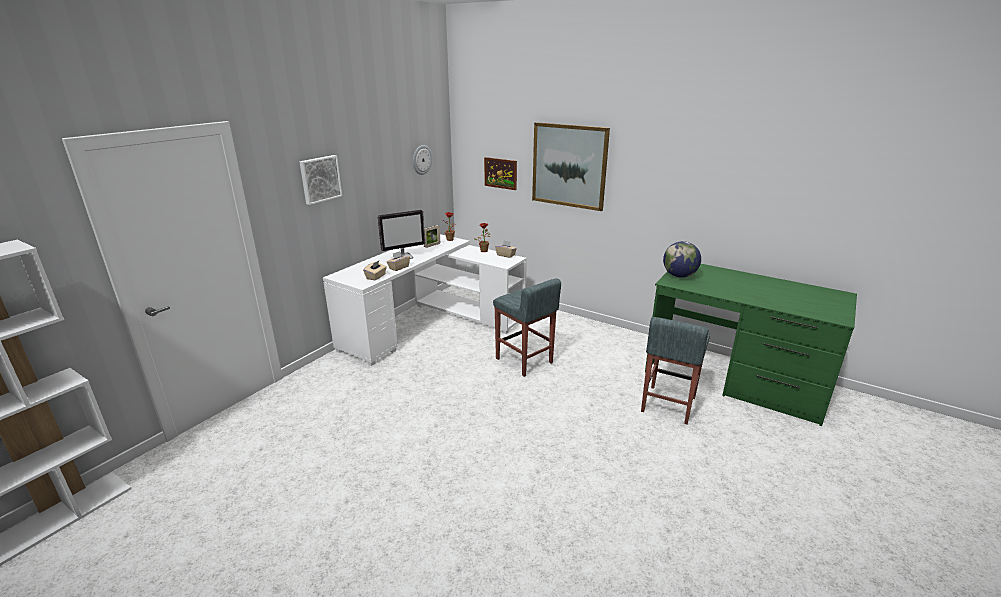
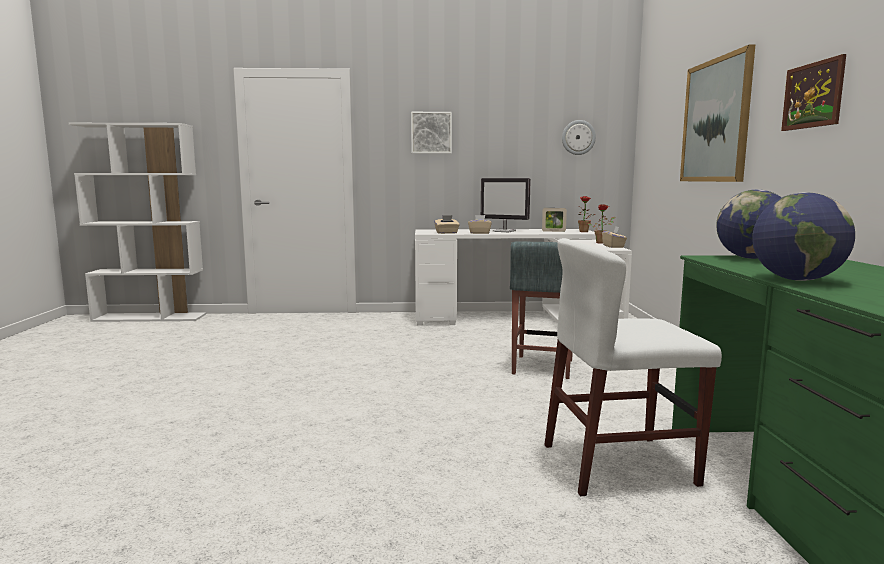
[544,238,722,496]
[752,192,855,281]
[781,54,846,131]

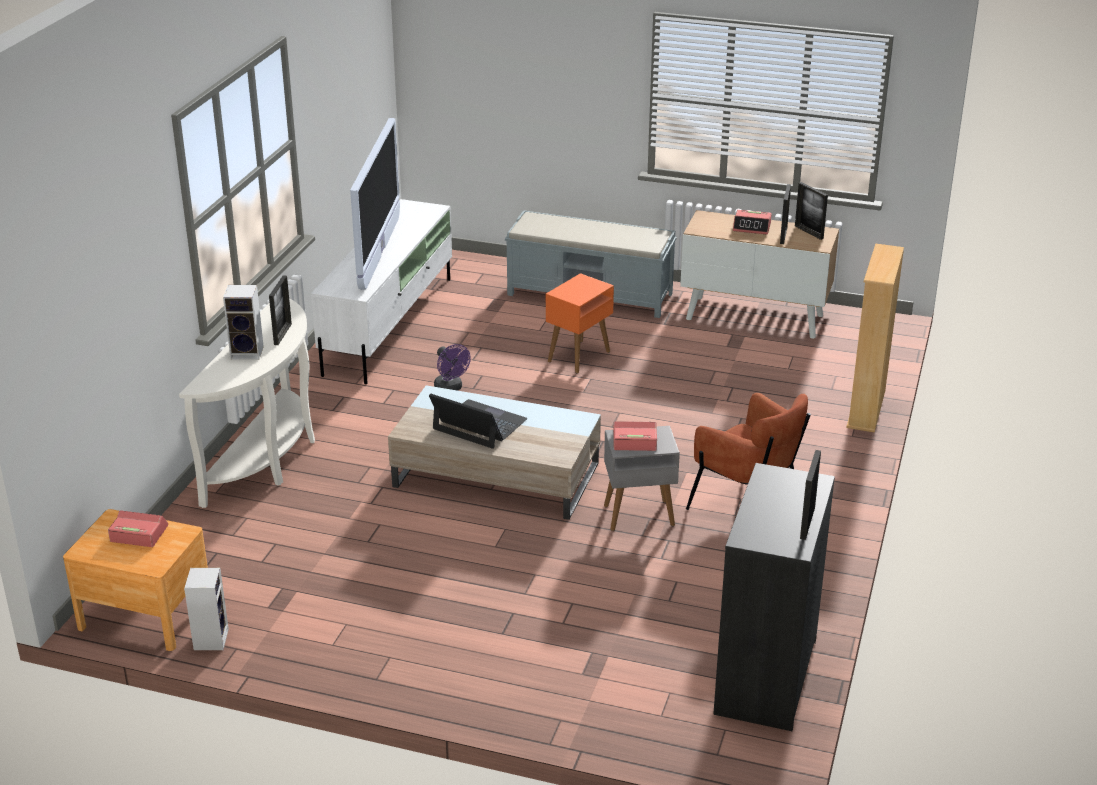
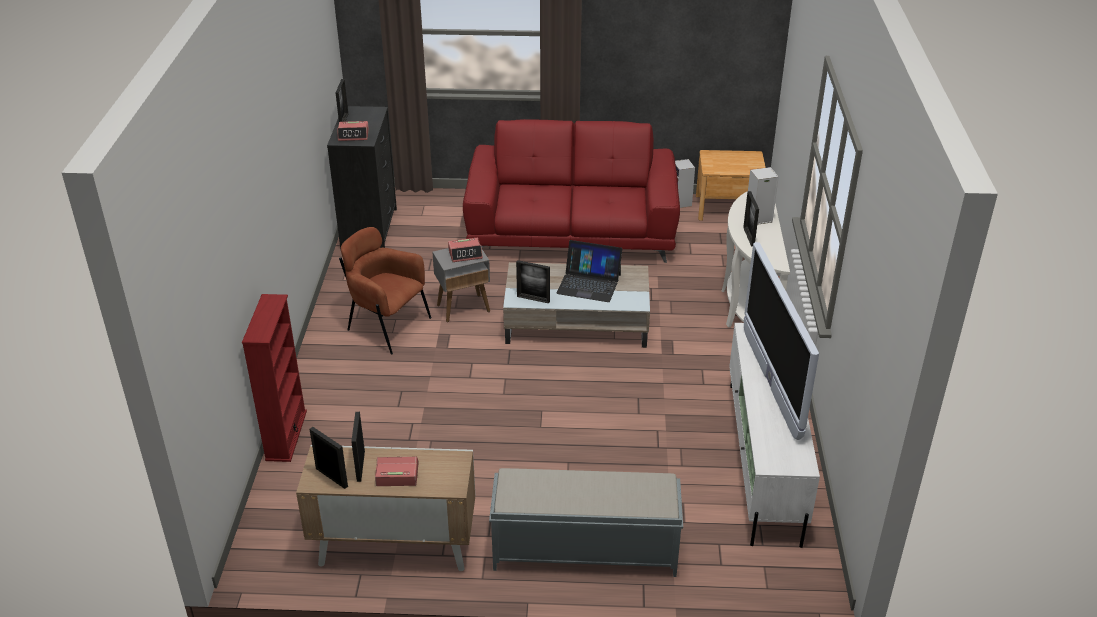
[242,294,307,462]
[337,121,369,141]
[463,119,680,263]
[516,260,550,303]
[434,344,471,391] (first image)
[546,273,614,373] (first image)

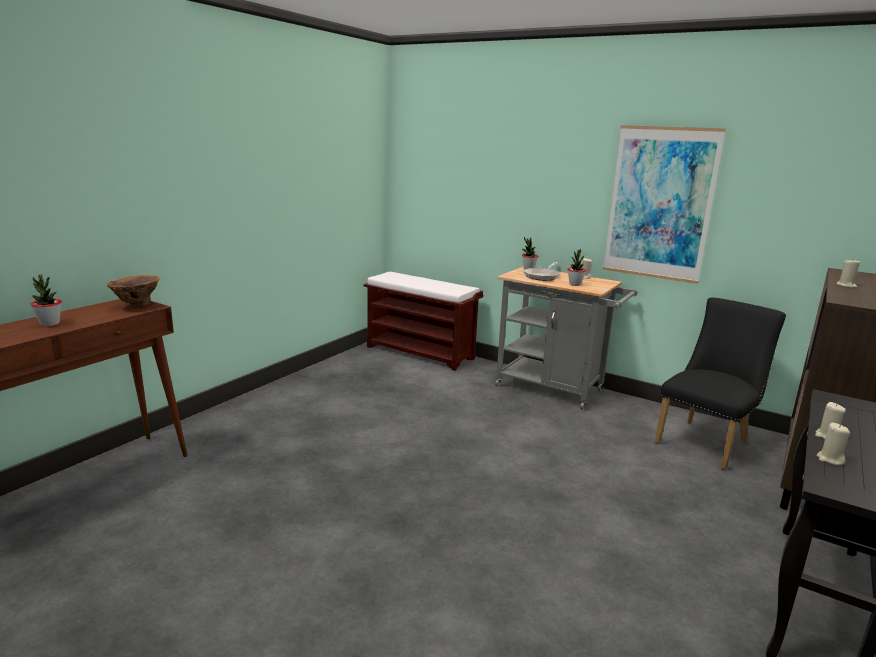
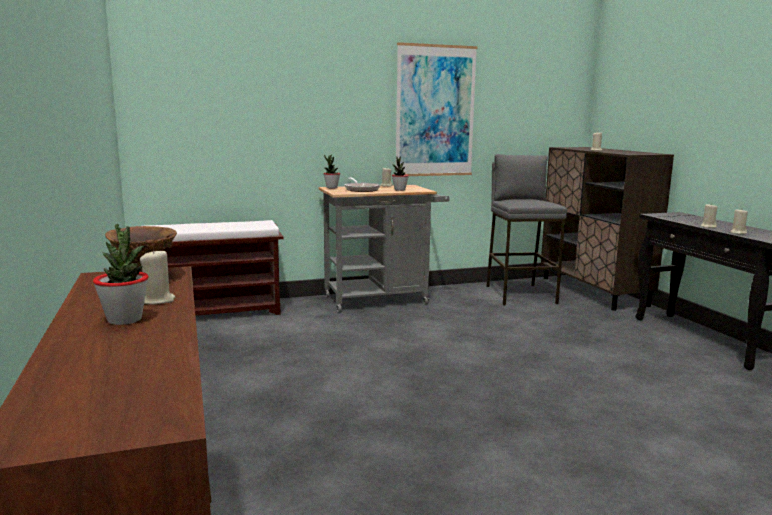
[140,249,176,305]
[487,154,567,305]

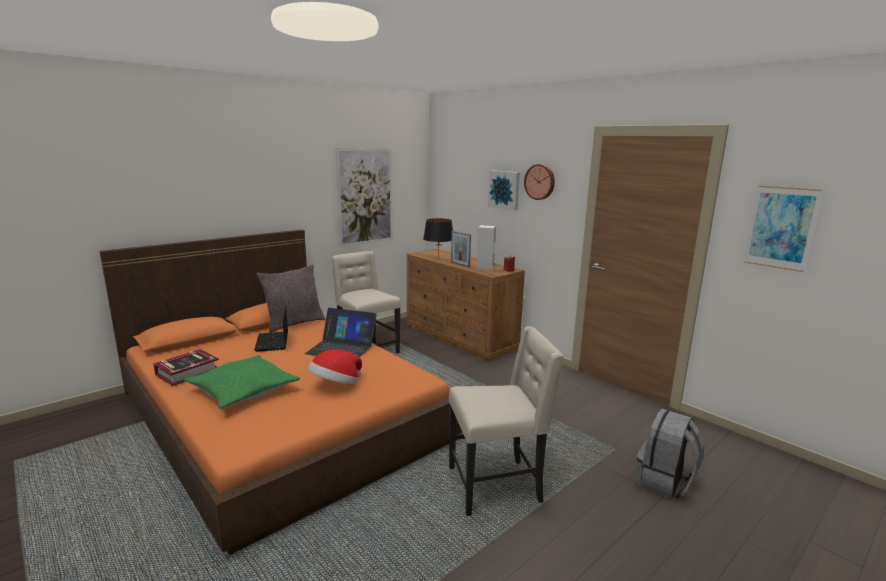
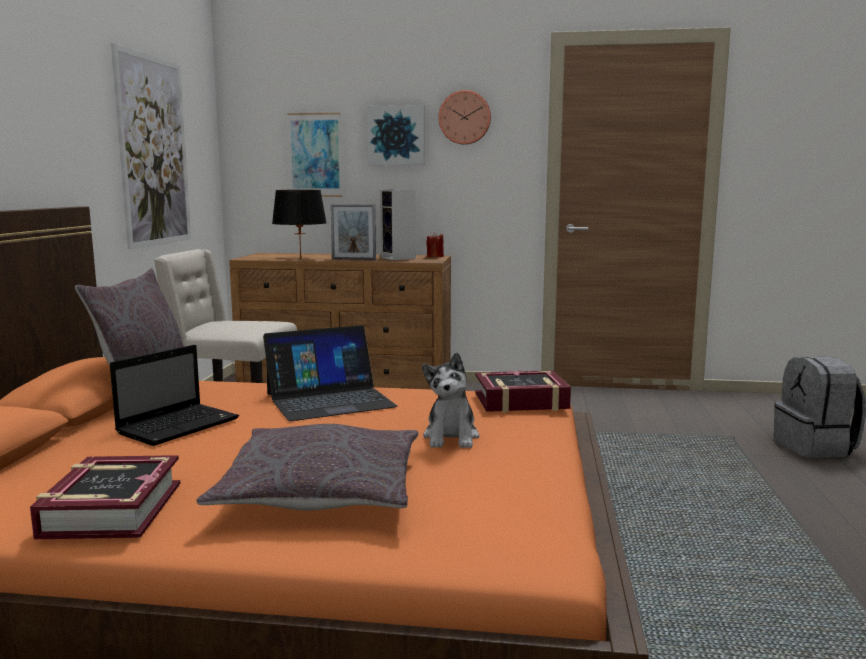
[110,345,239,446]
[196,424,418,510]
[287,113,343,197]
[422,353,480,448]
[475,370,571,412]
[448,326,563,516] (first image)

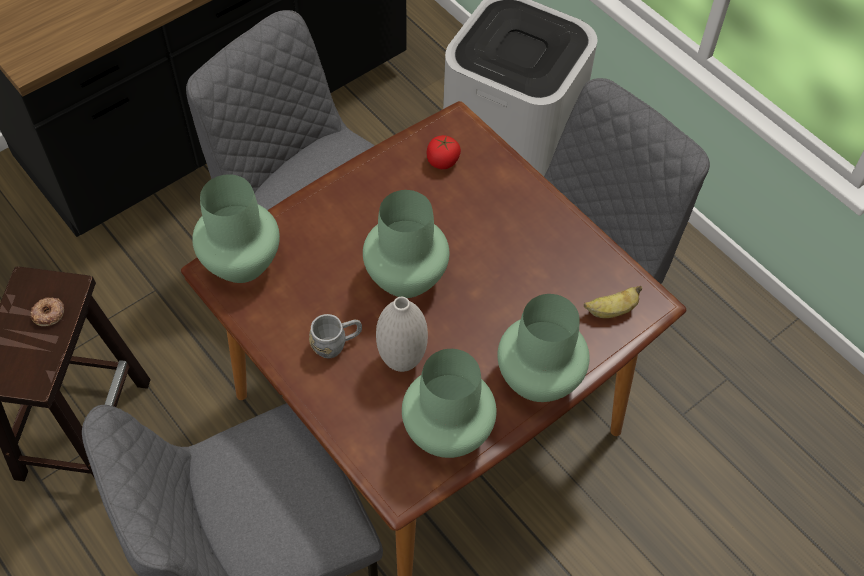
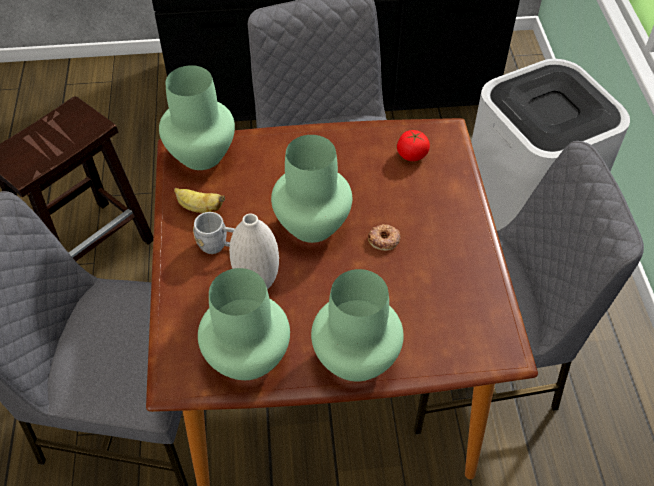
[174,188,225,213]
[368,224,401,251]

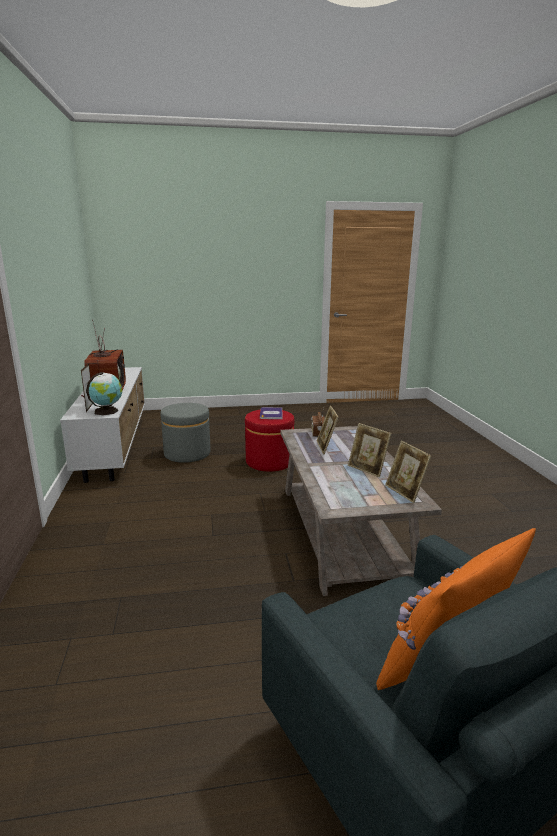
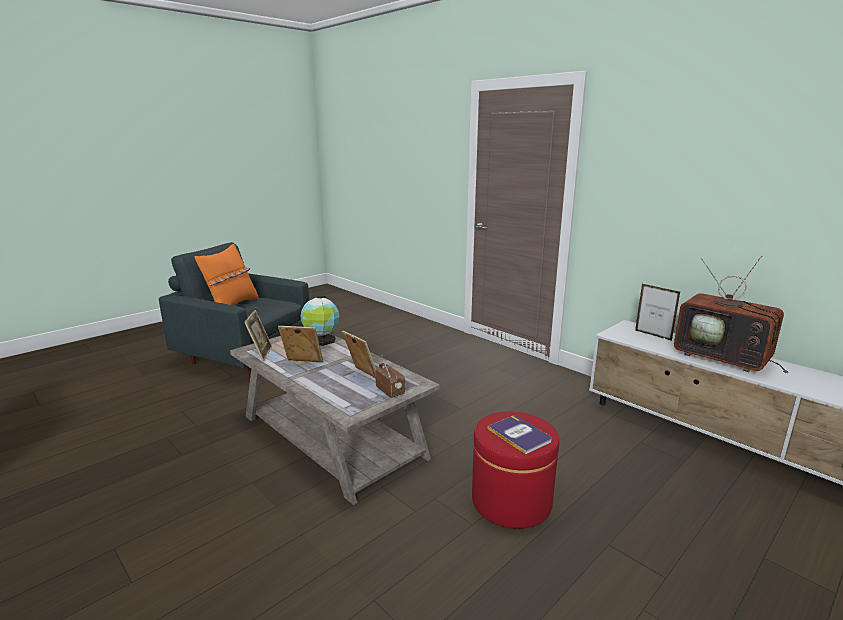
[244,310,272,361]
[301,296,339,346]
[160,403,211,463] (first image)

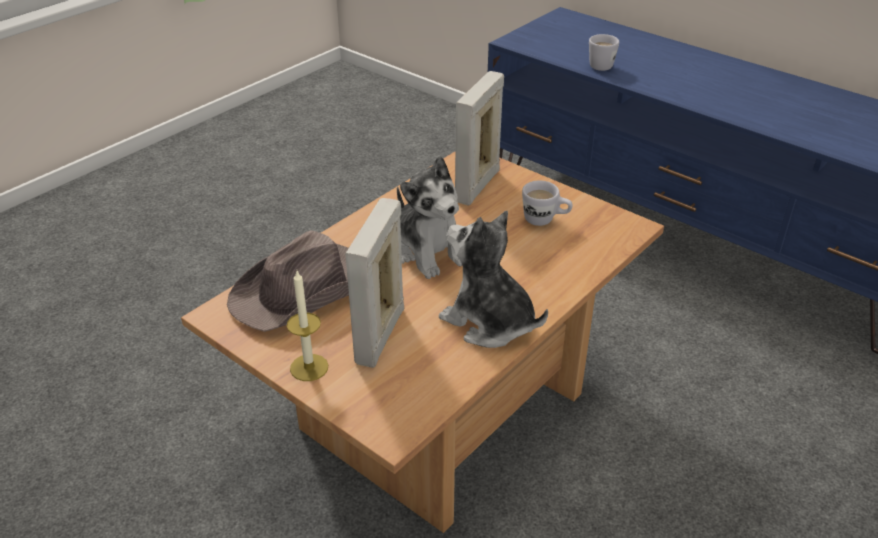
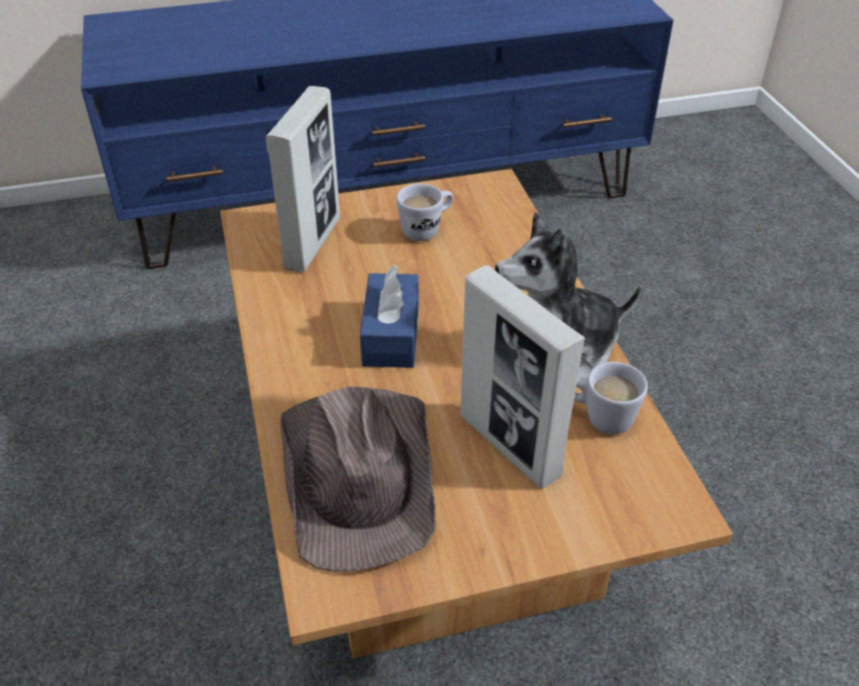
[266,86,340,273]
[360,265,419,368]
[574,362,648,434]
[287,271,328,381] (first image)

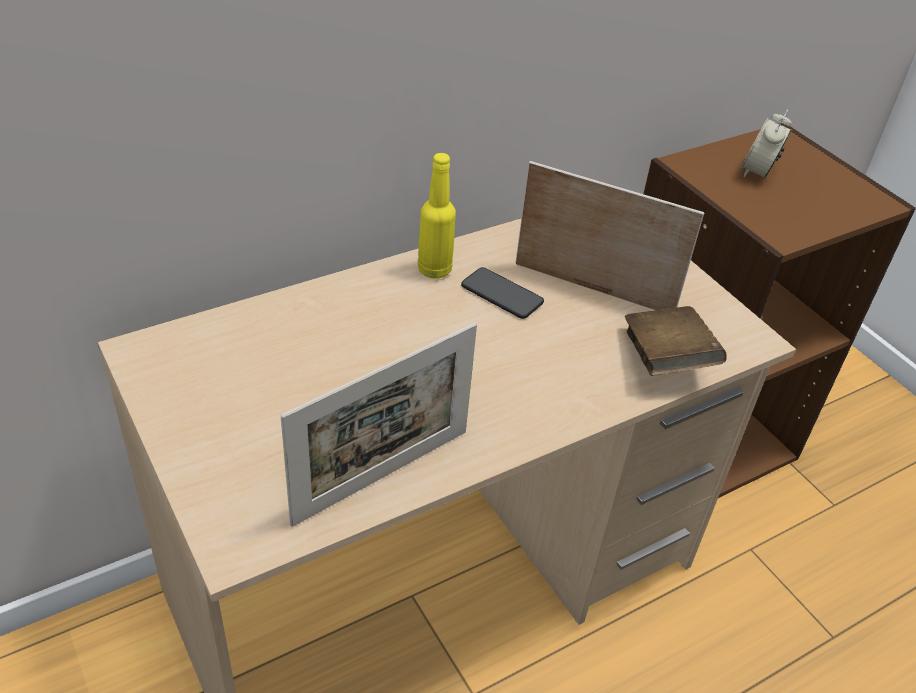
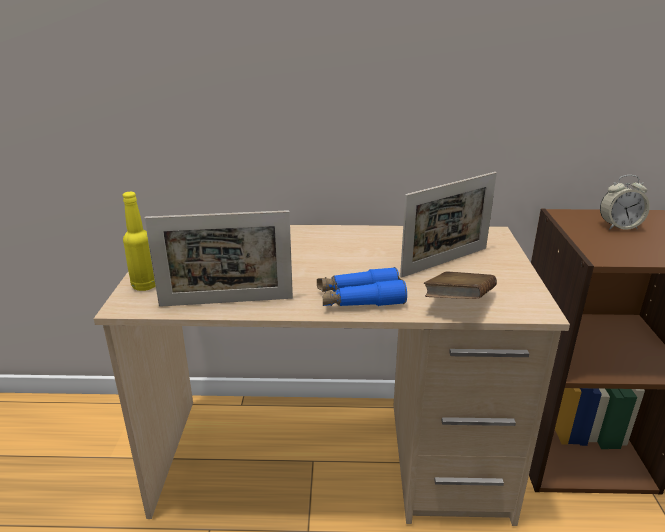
[123,192,156,291]
[317,267,407,306]
[400,172,497,278]
[600,175,650,230]
[461,267,544,319] (first image)

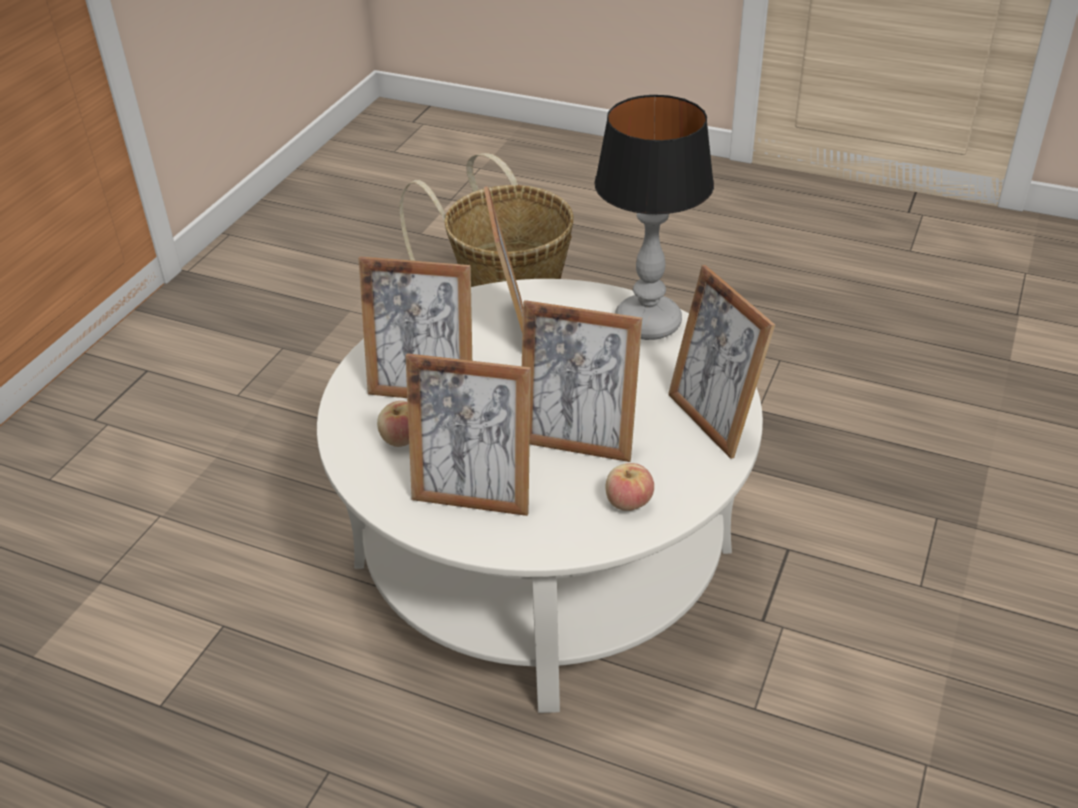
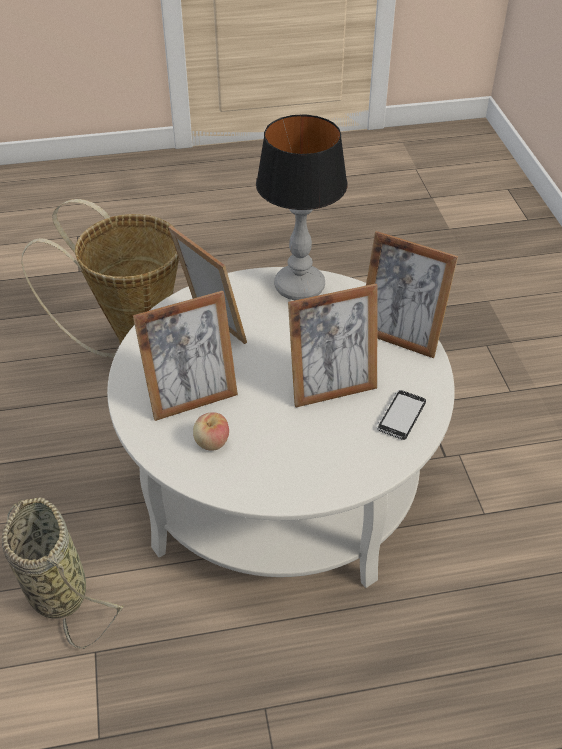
[2,497,125,649]
[376,390,426,440]
[405,353,531,516] (first image)

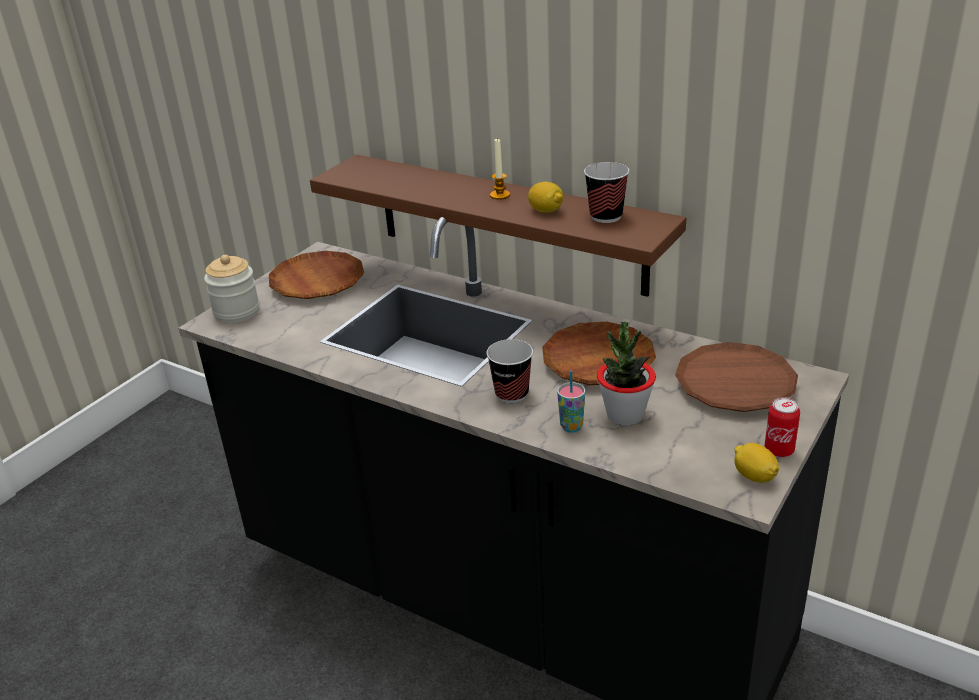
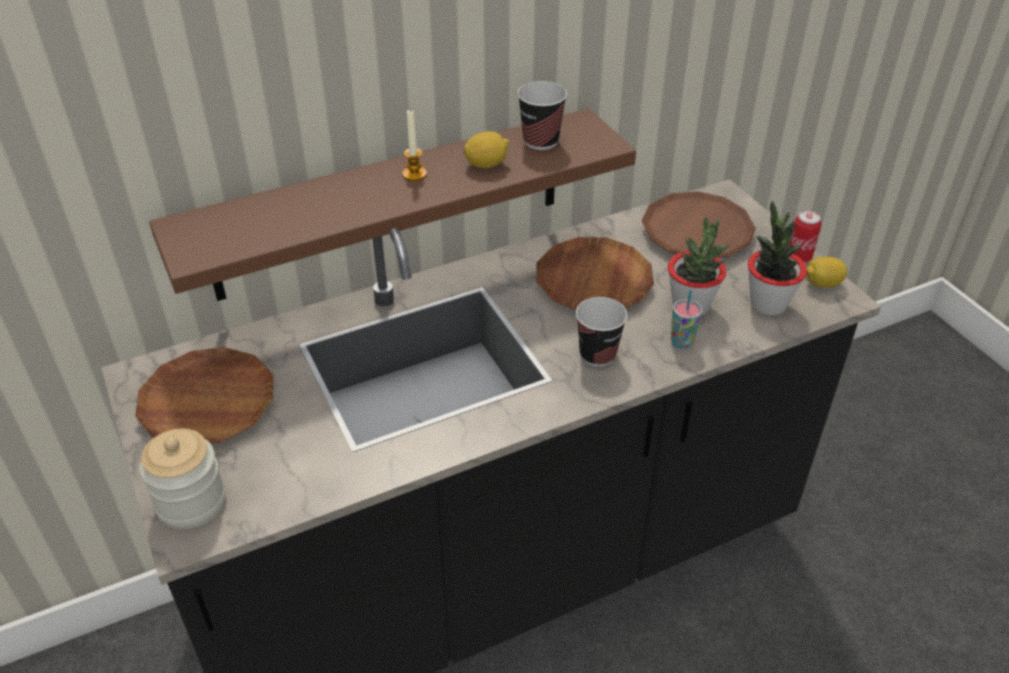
[748,200,807,316]

